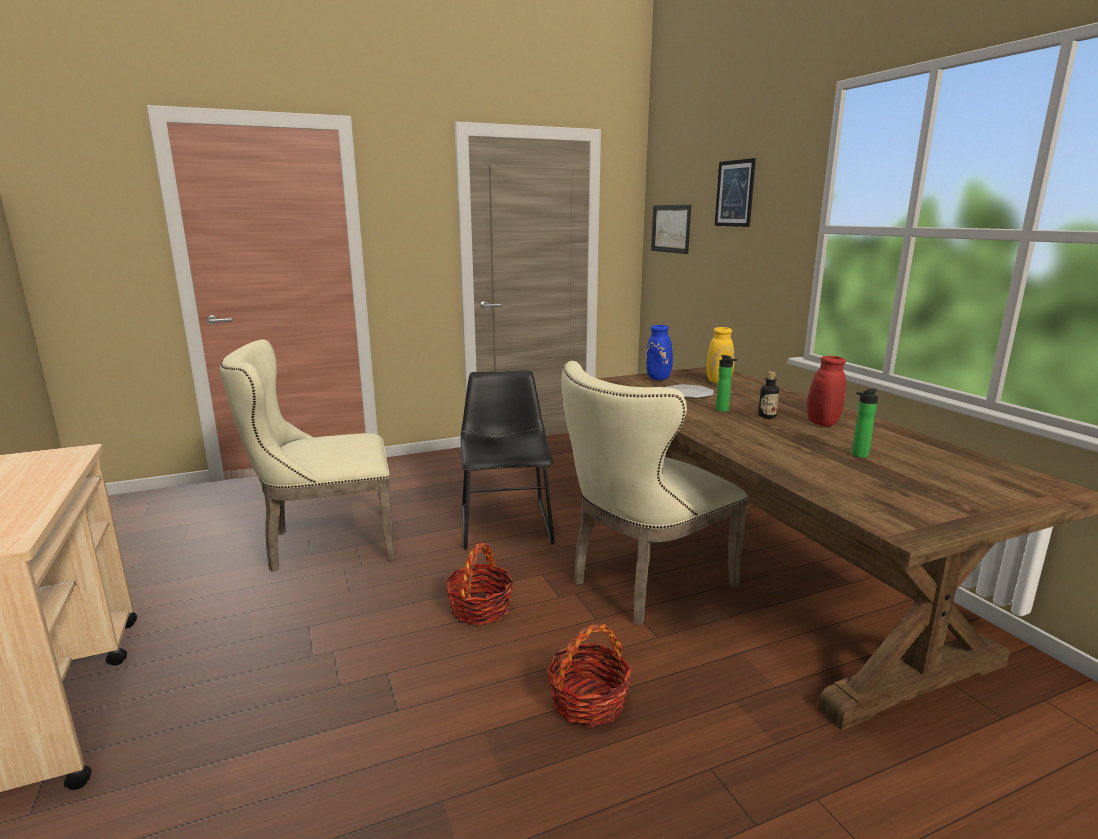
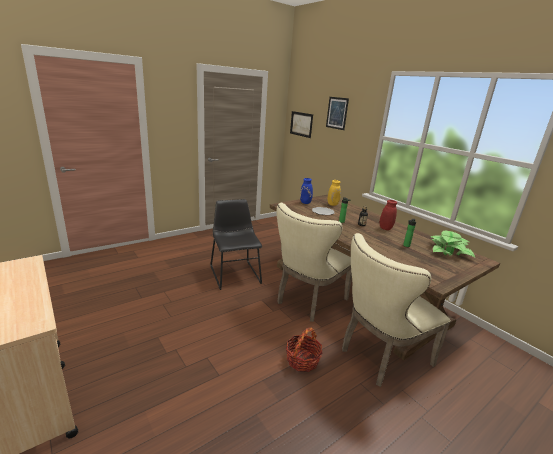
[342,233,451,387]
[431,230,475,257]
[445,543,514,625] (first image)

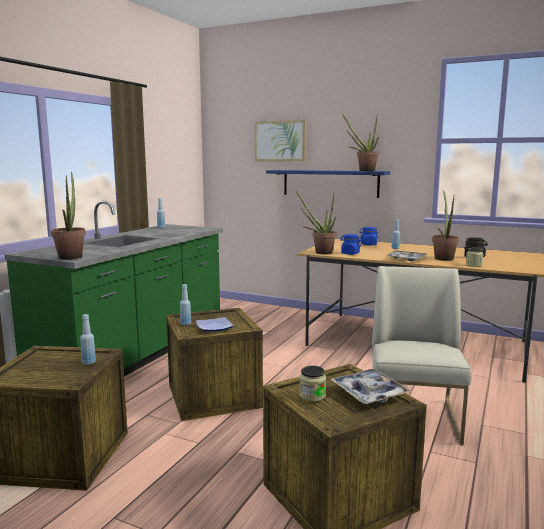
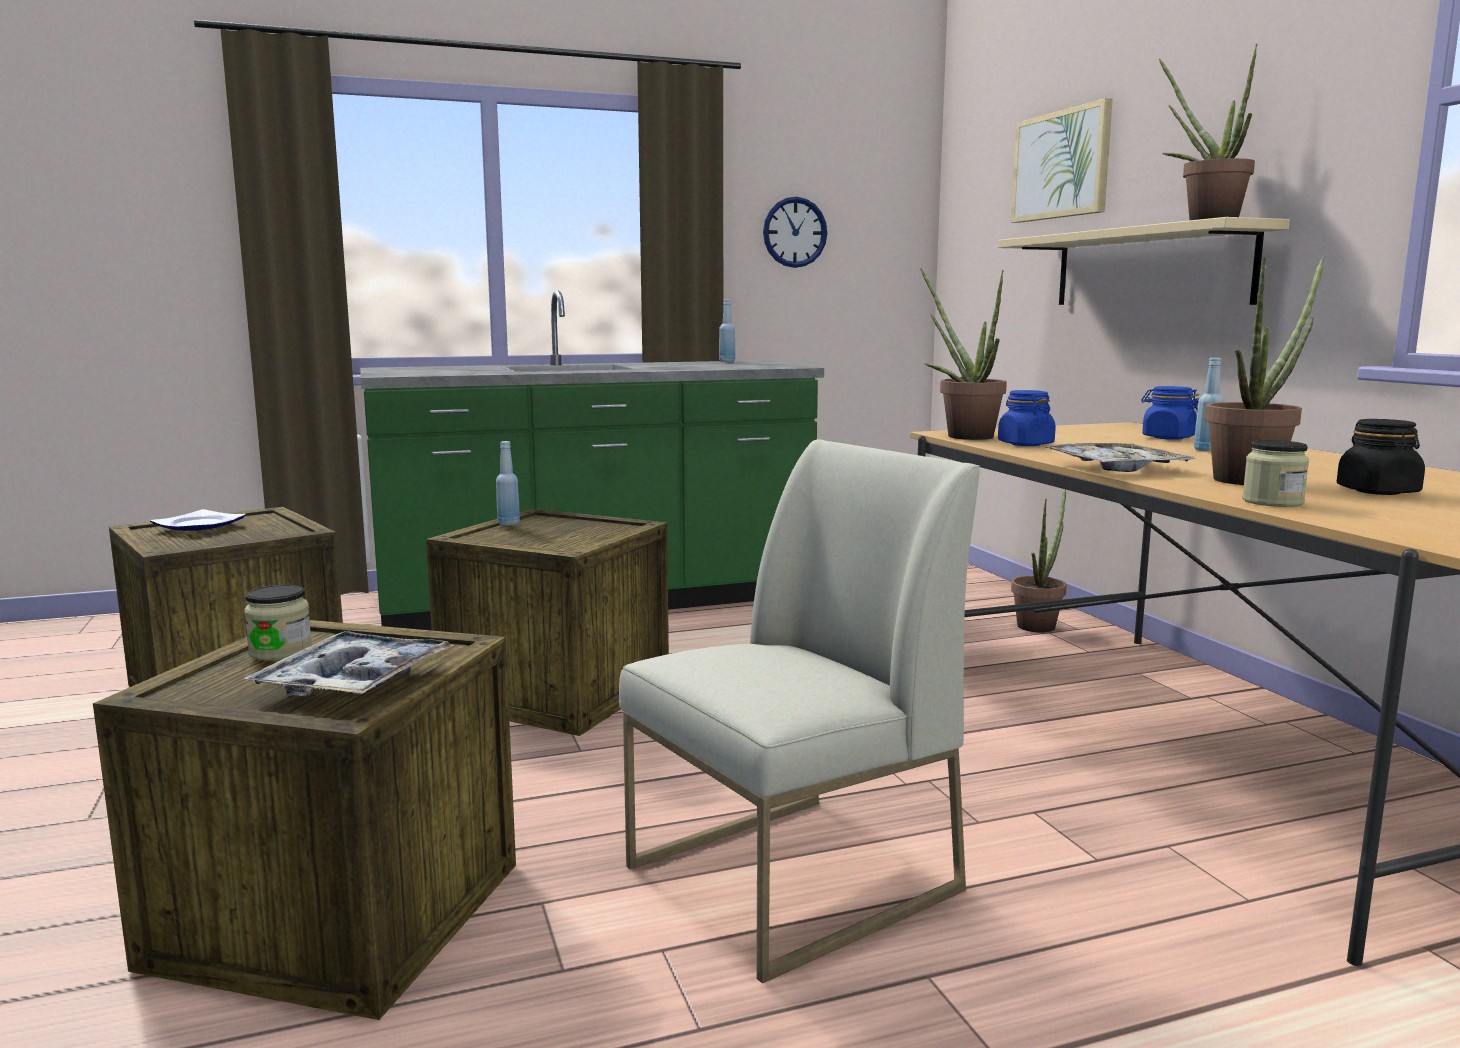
[150,509,246,531]
[763,197,827,268]
[998,217,1290,305]
[1011,489,1067,632]
[80,314,96,365] (first image)

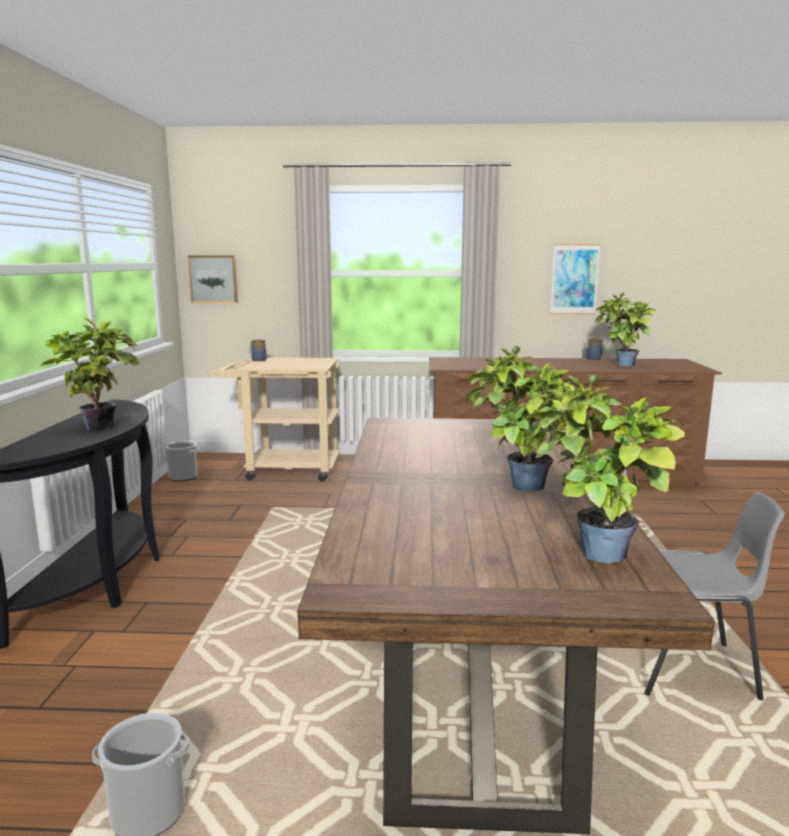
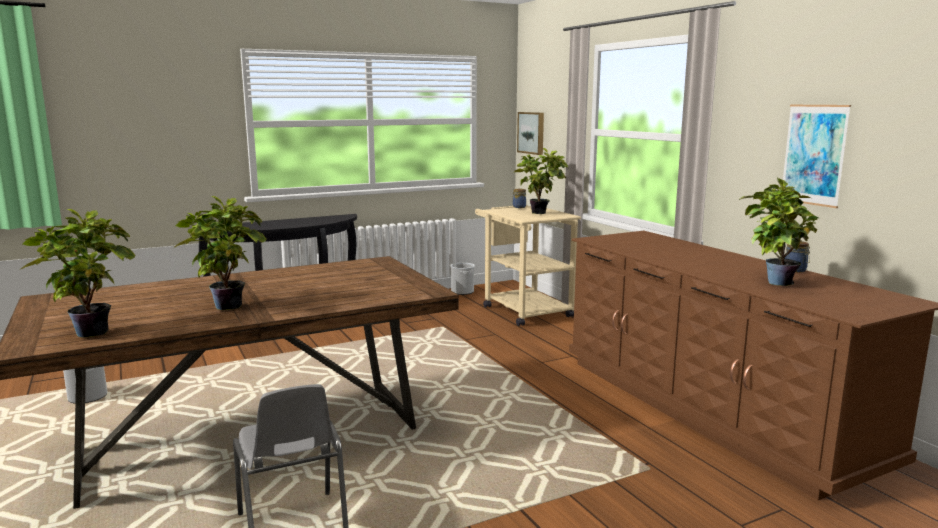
[514,148,568,214]

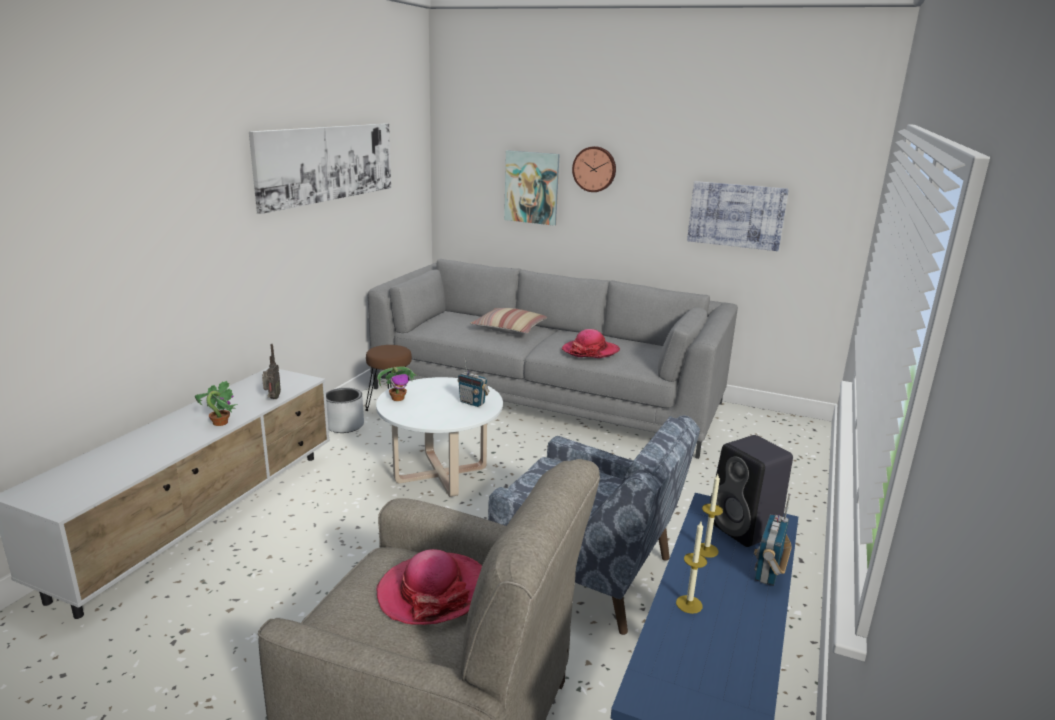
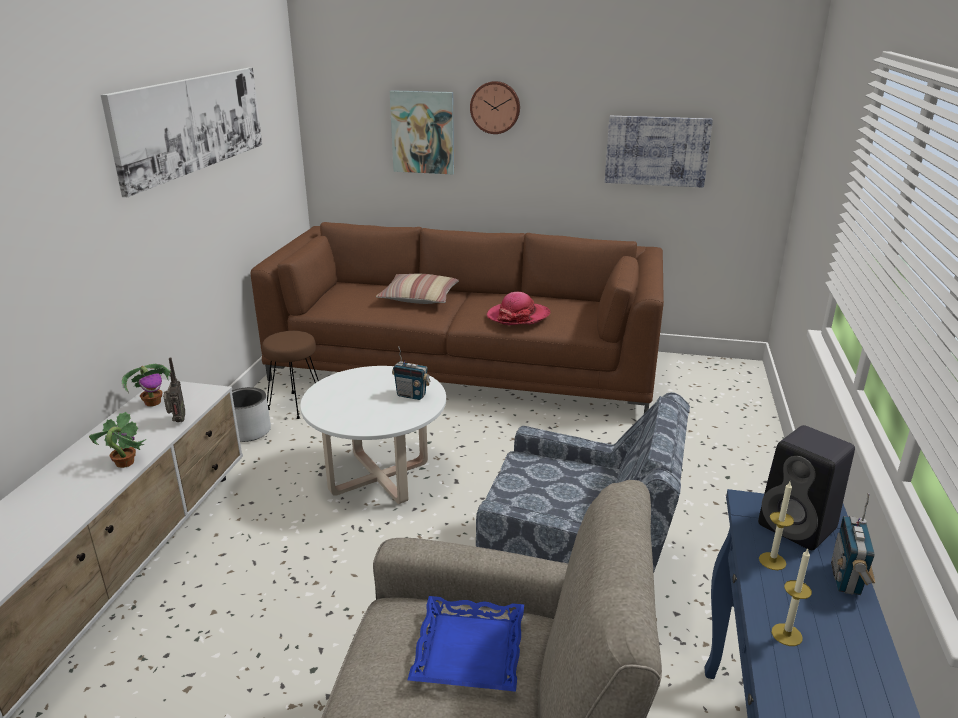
[122,364,171,407]
[251,222,664,413]
[408,596,524,692]

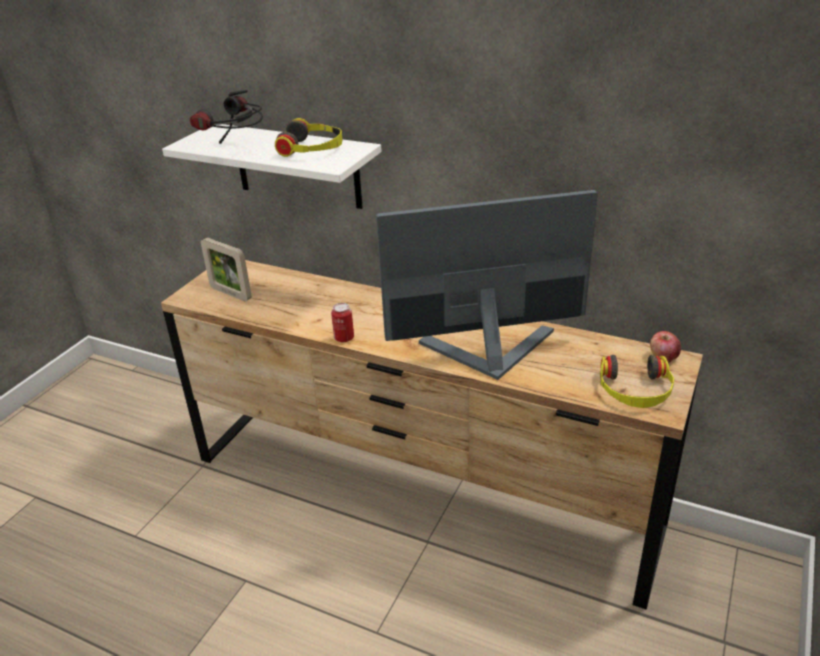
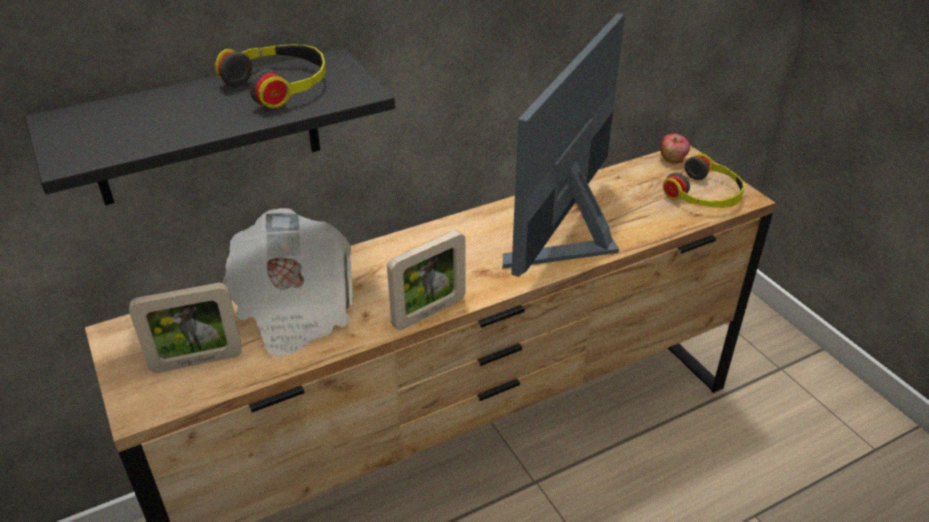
[25,49,395,206]
[223,208,353,357]
[387,230,465,330]
[190,90,263,144] (first image)

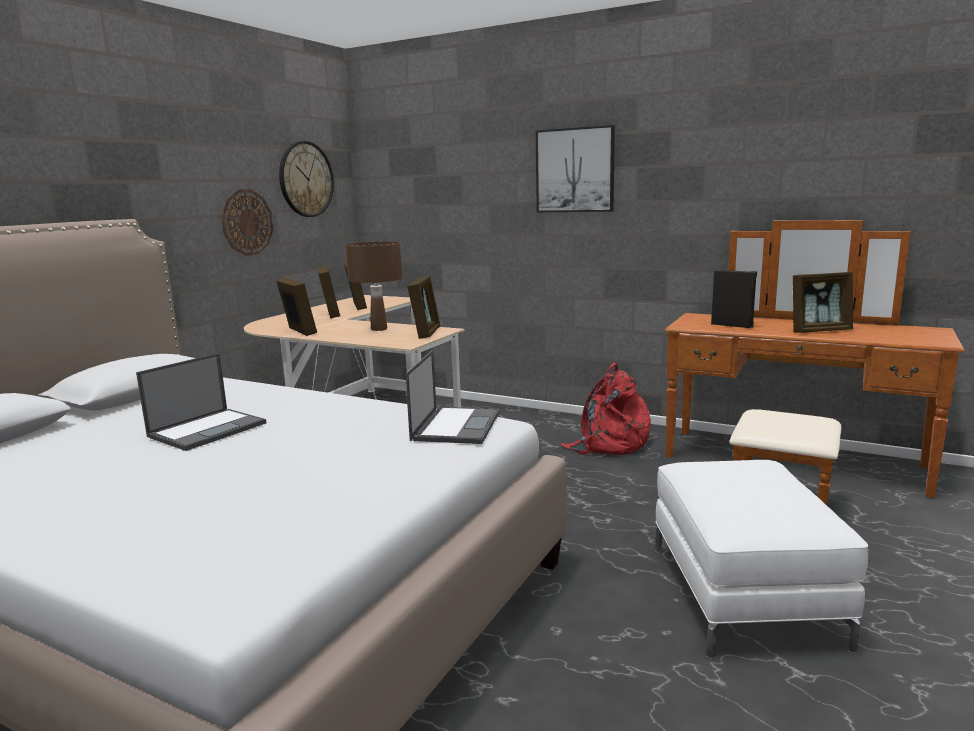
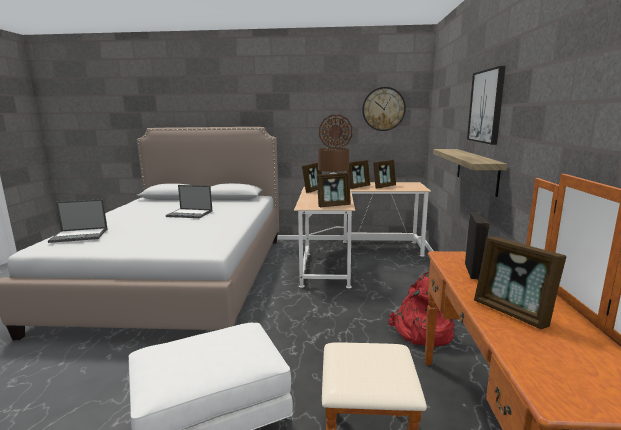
[48,199,107,243]
[433,149,507,197]

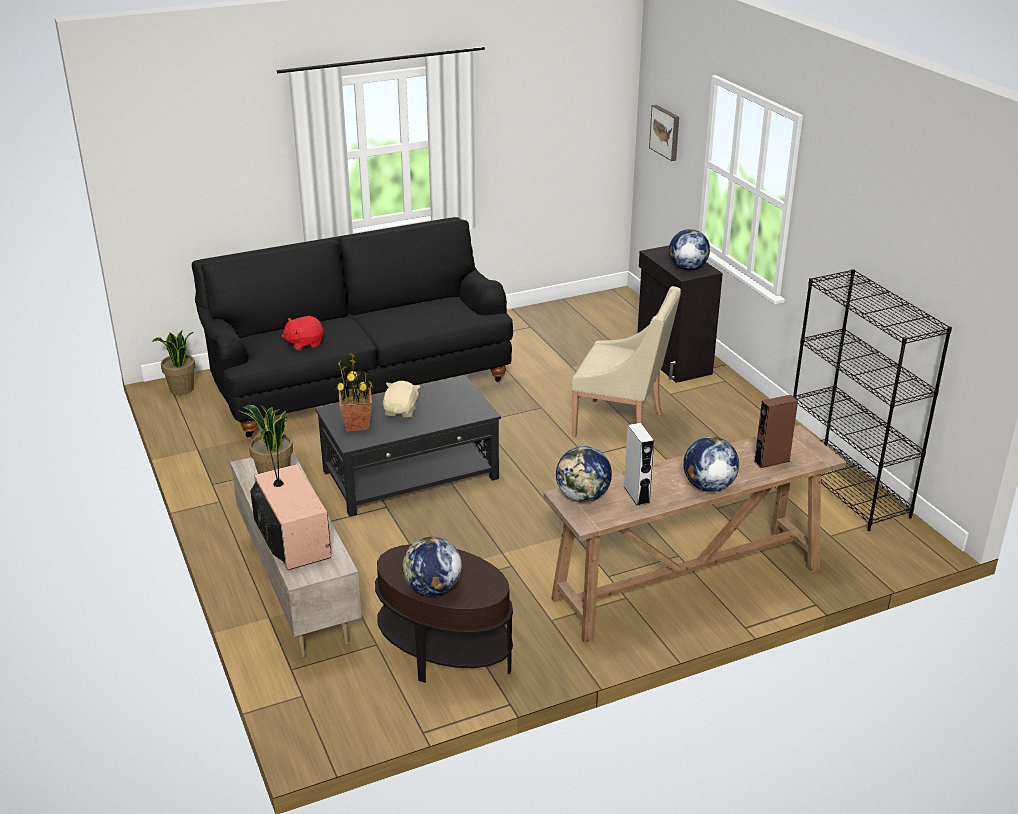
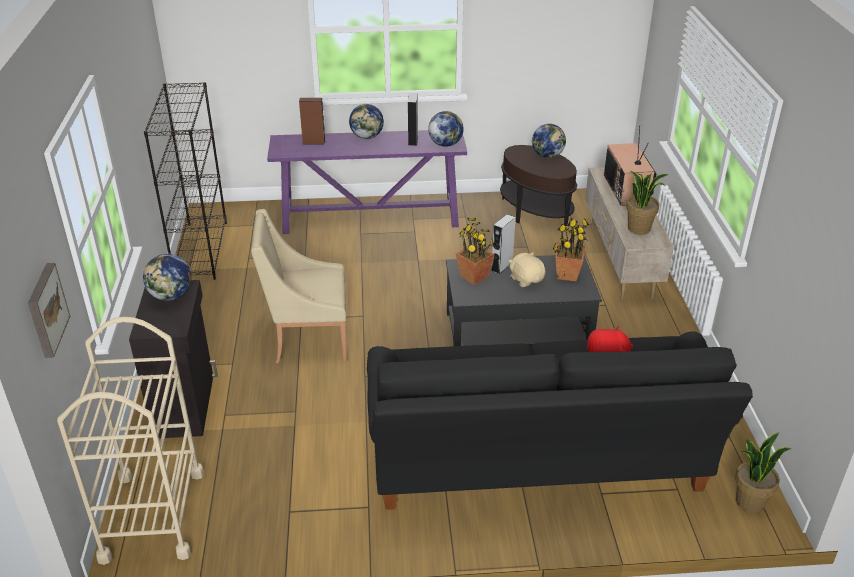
[57,317,204,565]
[251,209,347,363]
[267,130,467,234]
[455,218,495,285]
[491,214,516,274]
[509,252,545,287]

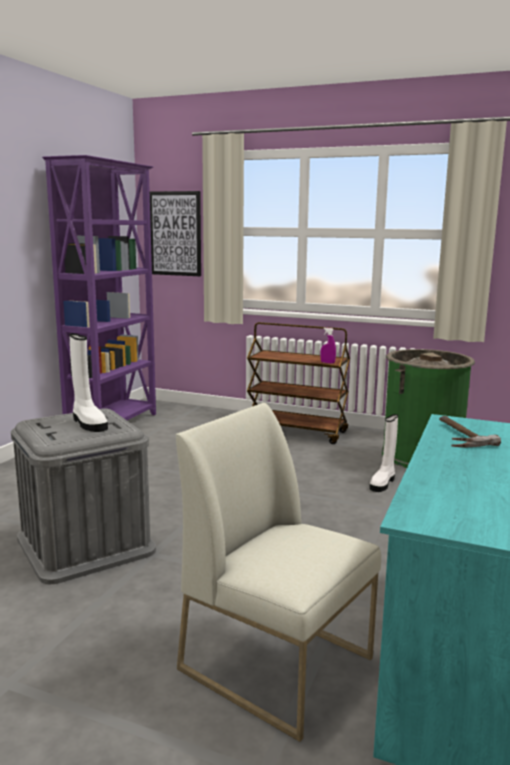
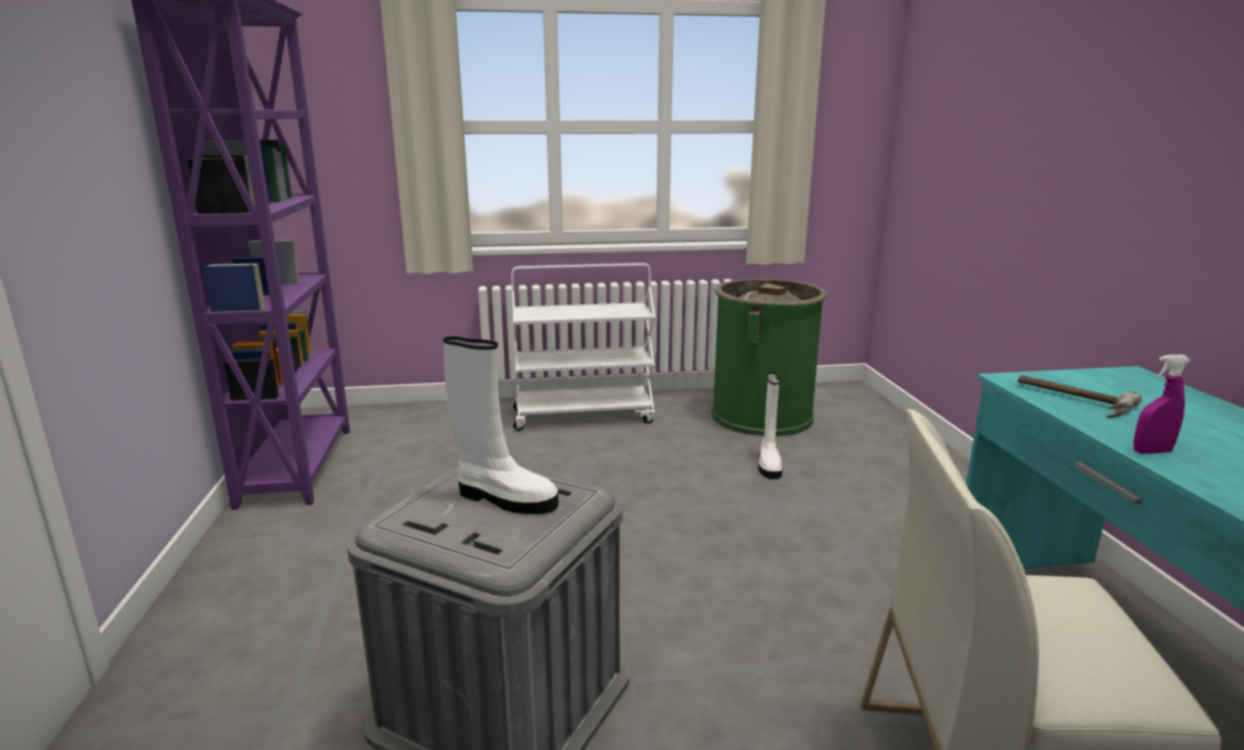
[511,263,655,431]
[1133,355,1191,454]
[150,191,201,276] (first image)

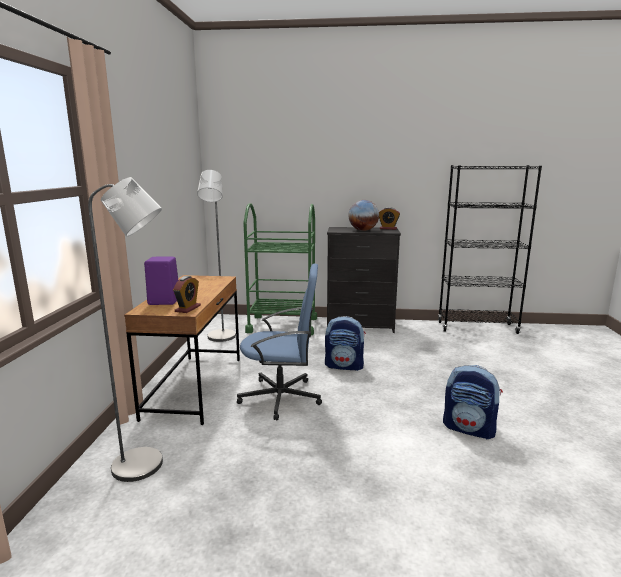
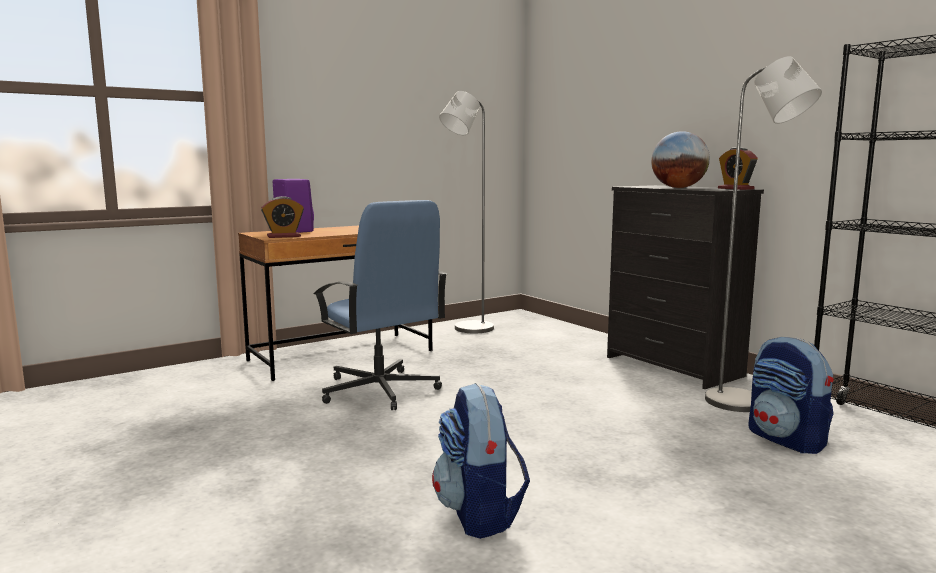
[705,56,822,412]
[748,336,834,454]
[243,203,317,335] (first image)

